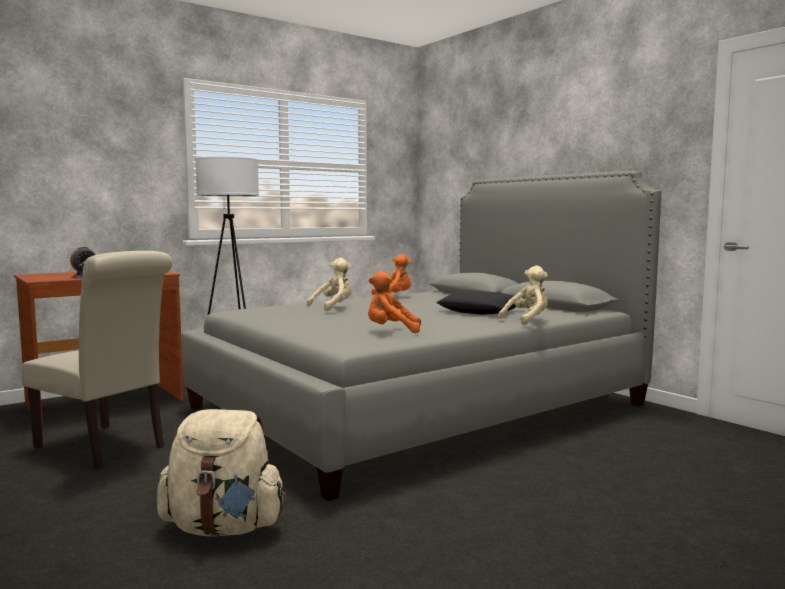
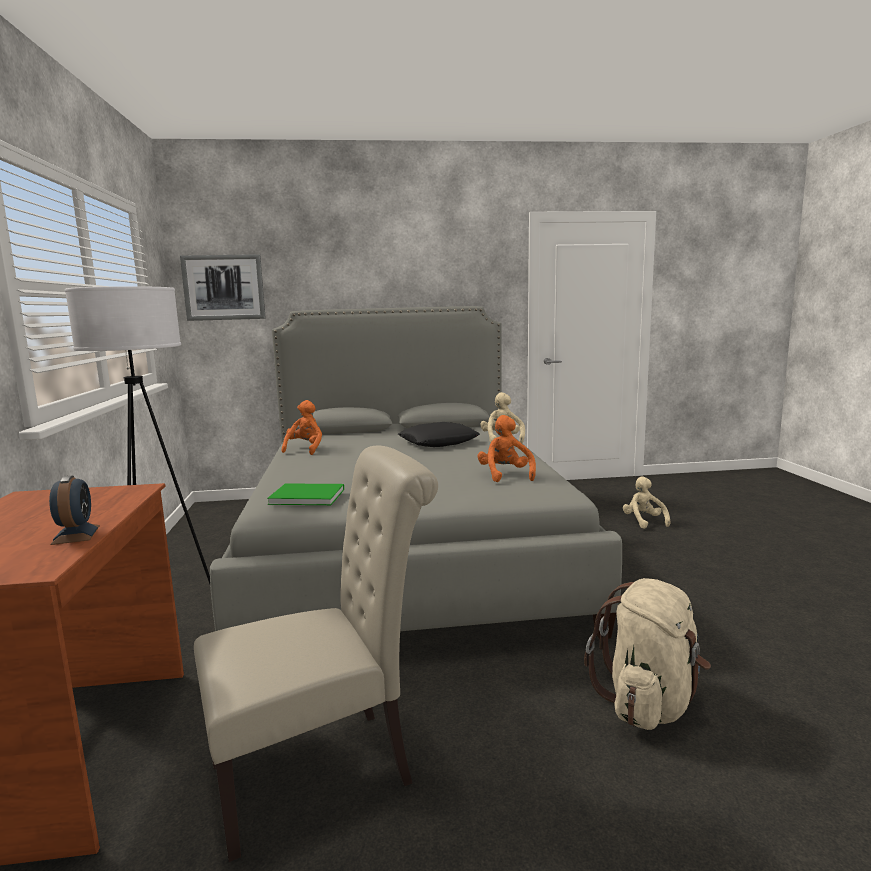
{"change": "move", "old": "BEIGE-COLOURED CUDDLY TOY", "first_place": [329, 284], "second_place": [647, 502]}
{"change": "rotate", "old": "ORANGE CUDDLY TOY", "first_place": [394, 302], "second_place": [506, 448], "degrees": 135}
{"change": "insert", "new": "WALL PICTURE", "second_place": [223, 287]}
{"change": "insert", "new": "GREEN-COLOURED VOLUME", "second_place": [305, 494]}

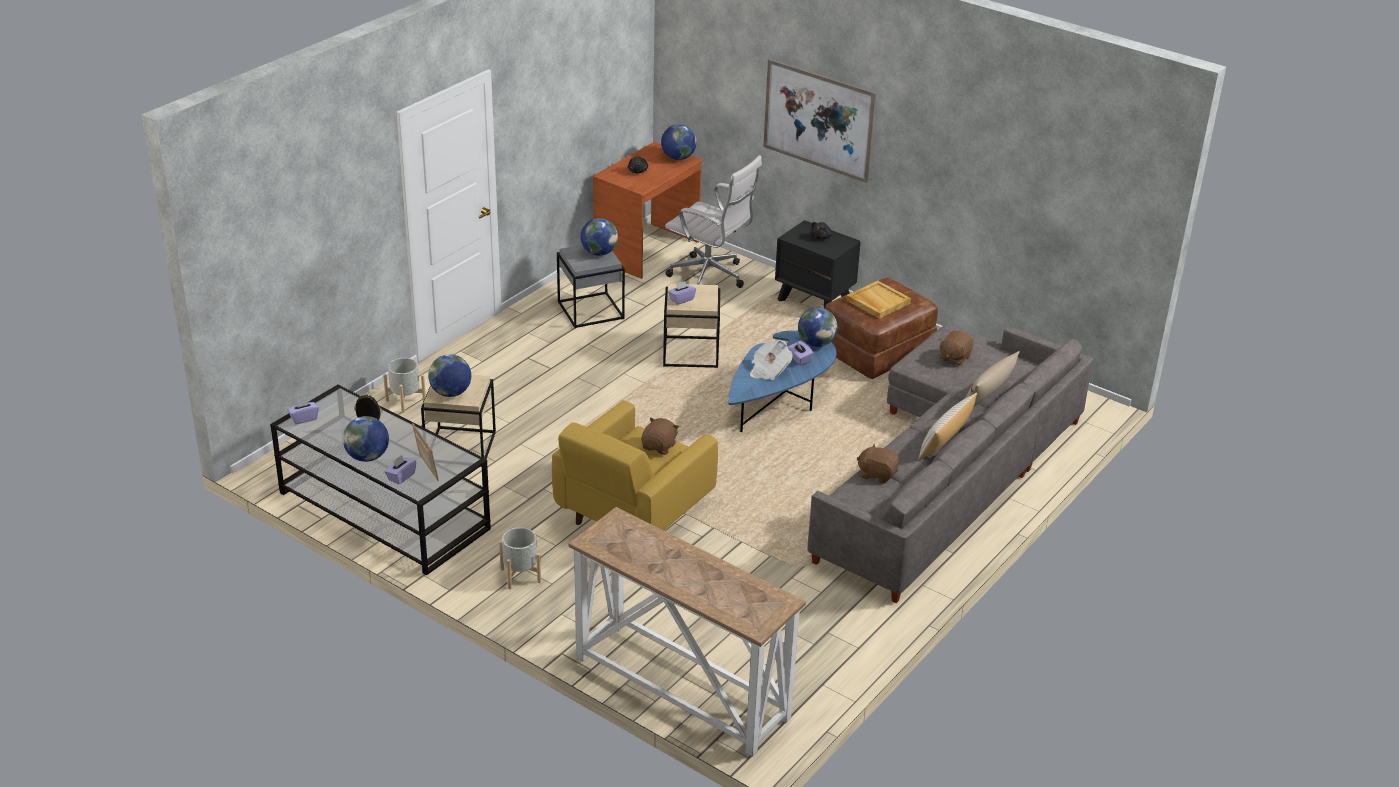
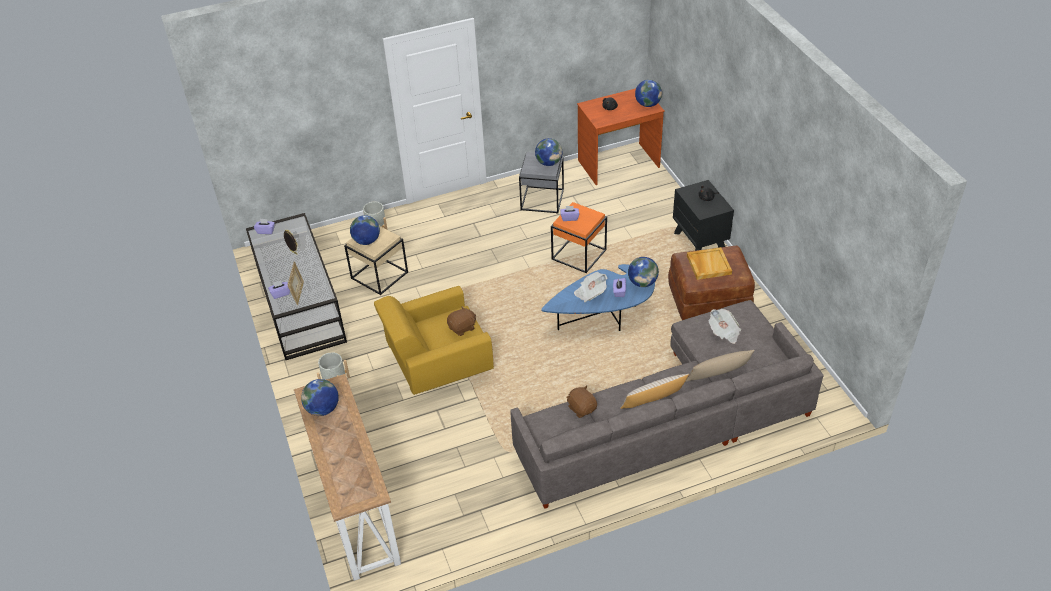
{"change": "delete", "old": "WALL PICTURE", "first_place": [820, 121]}
{"change": "delete", "old": "WHITE-COLOURED DESK CHAIR", "first_place": [713, 221]}
{"change": "recolor", "old": "BEIGE-COLOURED SIDE TABLE", "new": "ORANGE SIDE TABLE", "first_place": [691, 326], "second_place": [579, 237]}
{"change": "replace", "old": "BROWN-COLOURED CUDDLY TOY", "new": "DAILY PAPER", "first_place": [956, 348], "second_place": [725, 326]}
{"change": "move", "old": "GLOBE", "first_place": [366, 439], "second_place": [320, 397]}

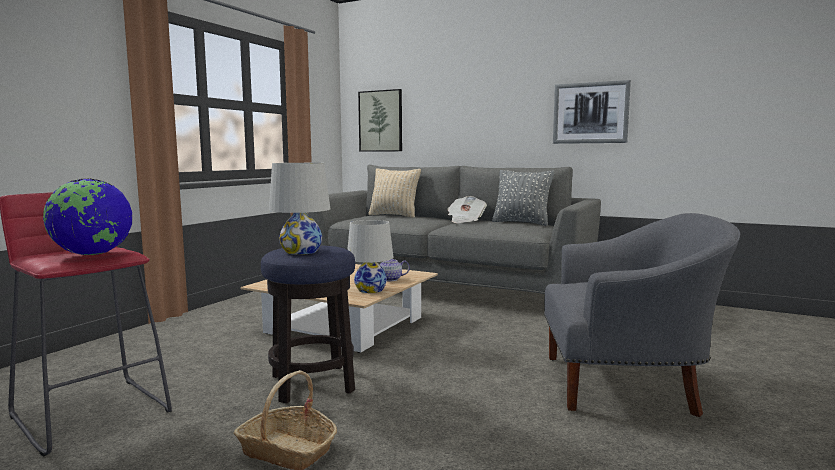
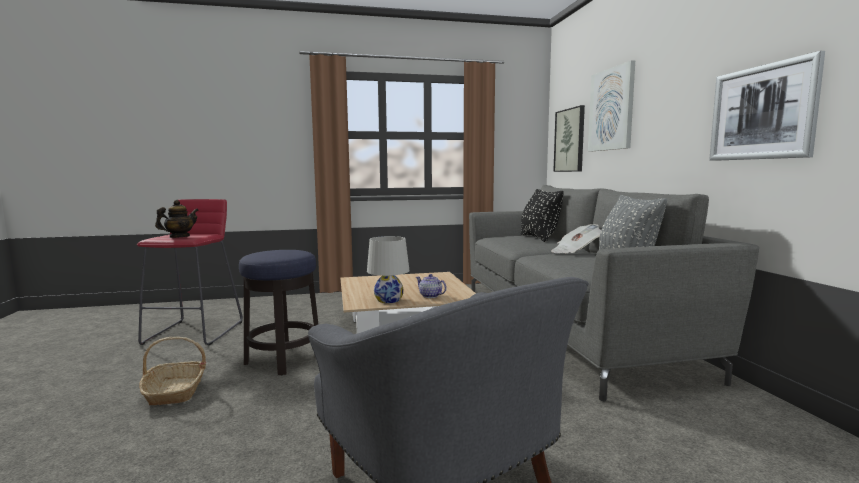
{"change": "delete", "old": "WHITE-COLOURED TABLE LAMP", "first_place": [299, 209]}
{"change": "recolor", "old": "BEIGE-COLOURED THROW PILLOW", "new": "BLACK-COLOURED THROW PILLOW", "first_place": [394, 193], "second_place": [542, 215]}
{"change": "replace", "old": "GLOBE", "new": "TEAPOT", "first_place": [88, 216], "second_place": [177, 219]}
{"change": "insert", "new": "WALL PICTURE", "second_place": [611, 106]}

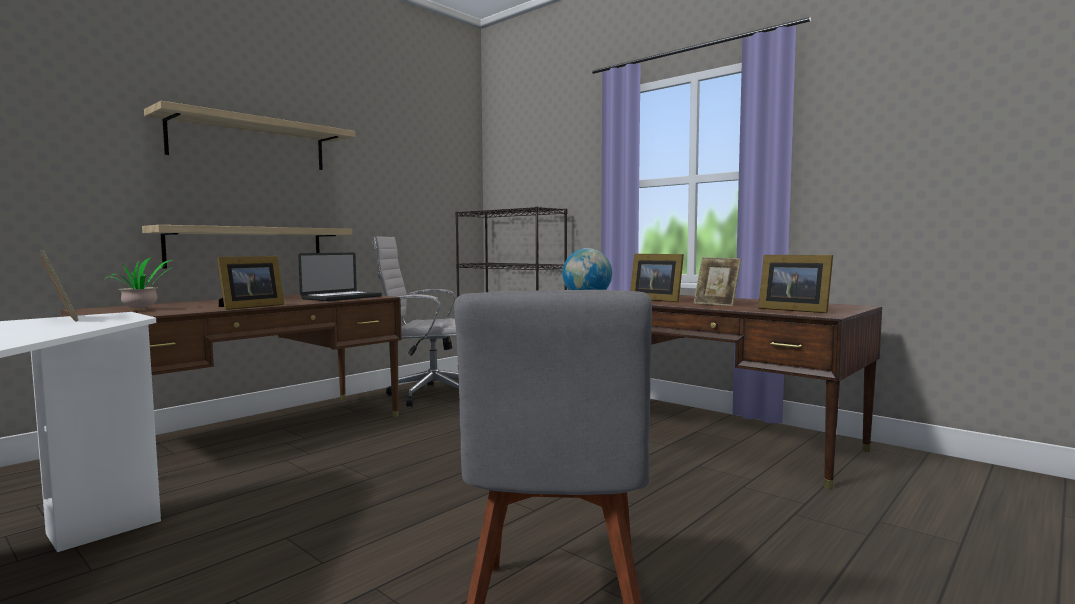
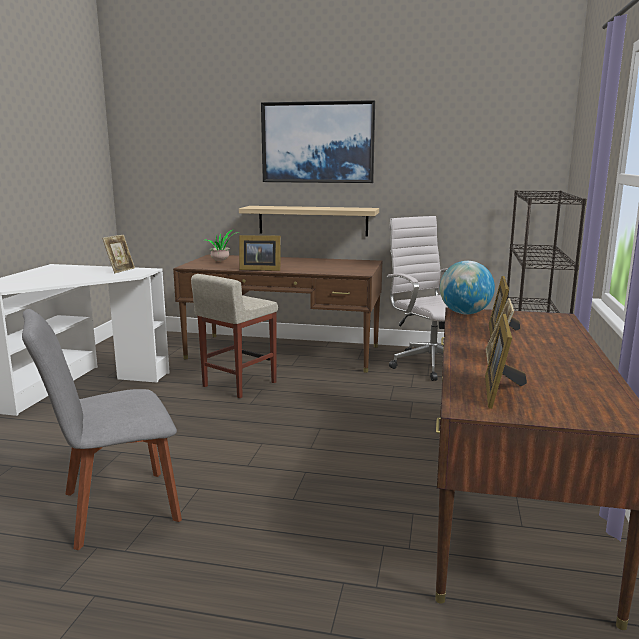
{"change": "replace", "old": "WALL SHELF", "new": "WALL PICTURE", "first_place": [249, 135], "second_place": [318, 141]}
{"change": "delete", "old": "NOTEBOOK COMPUTER", "first_place": [340, 277]}
{"change": "insert", "new": "BEIGE-COLOURED STOOL", "second_place": [234, 336]}

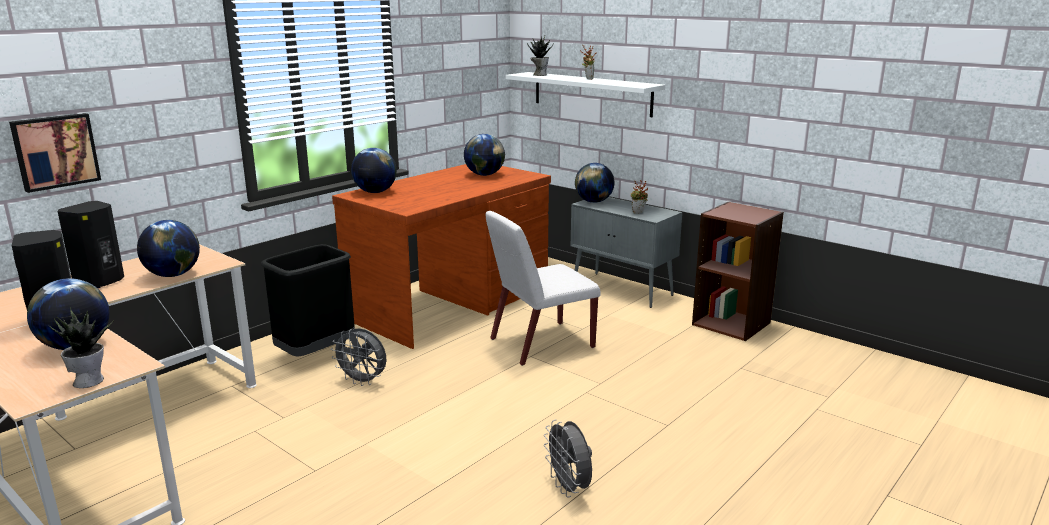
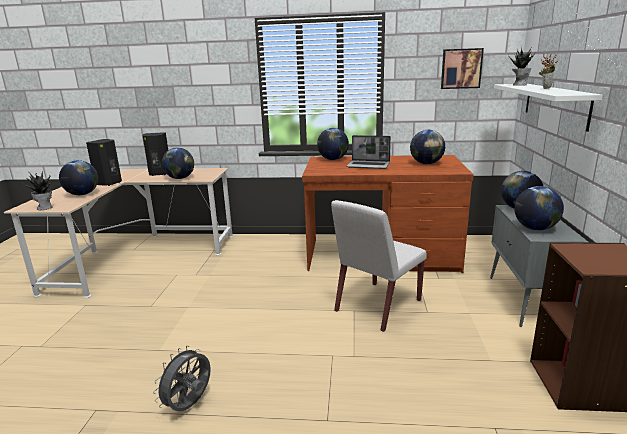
{"change": "move", "old": "WALL PICTURE", "first_place": [55, 153], "second_place": [462, 68]}
{"change": "replace", "old": "PLANT IN A POT", "new": "GLOBE", "first_place": [639, 197], "second_place": [539, 208]}
{"change": "rotate", "old": "WHITE-COLOURED UPRIGHT CHAIR", "first_place": [543, 288], "second_place": [379, 266], "degrees": -75}
{"change": "delete", "old": "BLACK-COLOURED WASTE BIN", "first_place": [308, 300]}
{"change": "delete", "old": "GRAY COOLING FAN", "first_place": [358, 357]}
{"change": "insert", "new": "NOTEBOOK COMPUTER", "second_place": [368, 152]}

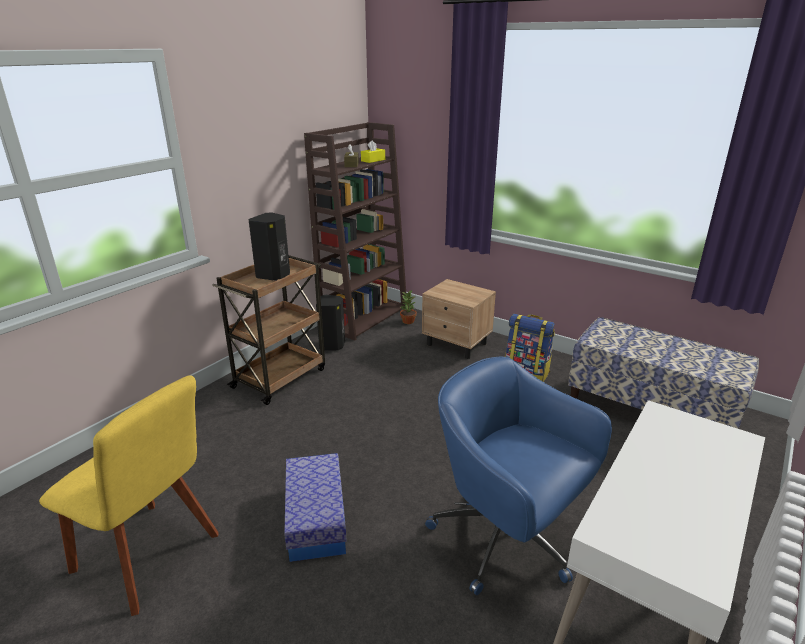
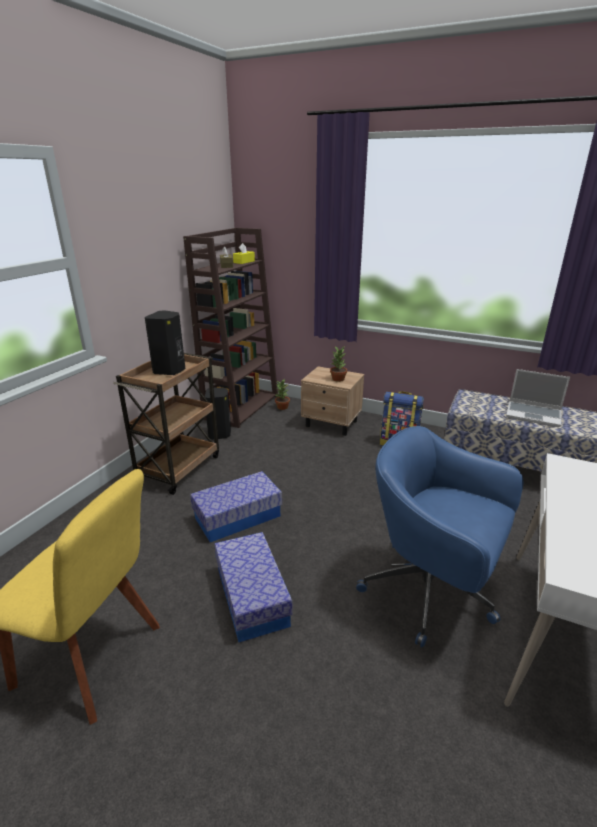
{"change": "insert", "new": "PLANT IN A POT", "second_place": [338, 364]}
{"change": "insert", "new": "NOTEBOOK COMPUTER", "second_place": [538, 398]}
{"change": "insert", "new": "STORAGE BIN", "second_place": [236, 506]}

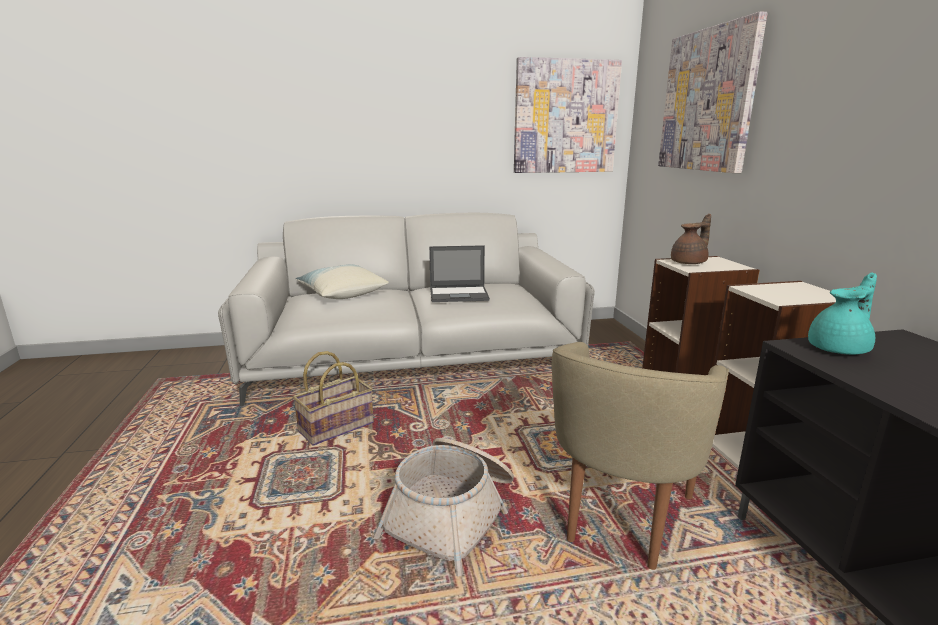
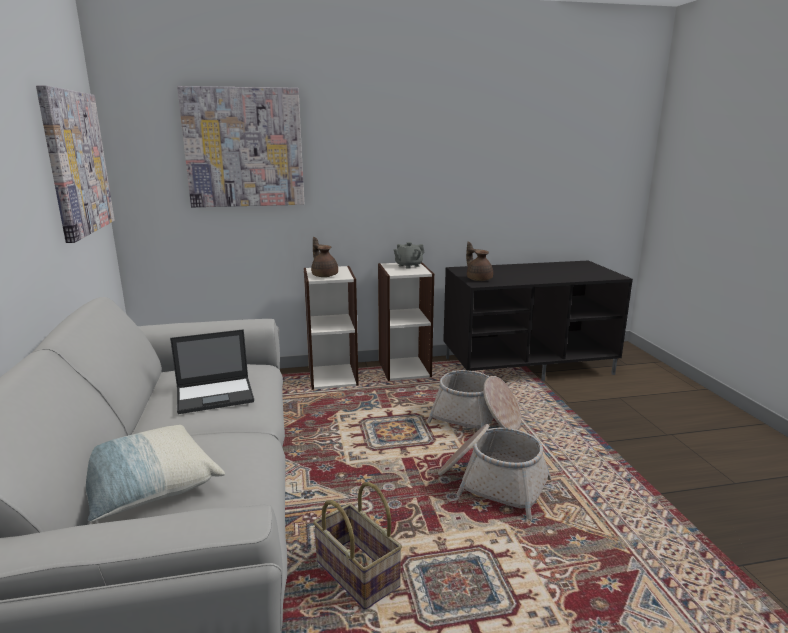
{"change": "rotate", "old": "NOTEBOOK COMPUTER", "first_place": [459, 273], "second_place": [212, 371], "degrees": 75}
{"change": "recolor", "old": "BLUE-GREEN TEAPOT", "new": "BROWN-COLOURED TEAPOT", "first_place": [842, 313], "second_place": [479, 261]}
{"change": "replace", "old": "BEIGE-COLOURED ARMCHAIR", "new": "STORAGE BASKET", "first_place": [640, 456], "second_place": [474, 400]}
{"change": "insert", "new": "GRAY TEAPOT", "second_place": [409, 255]}

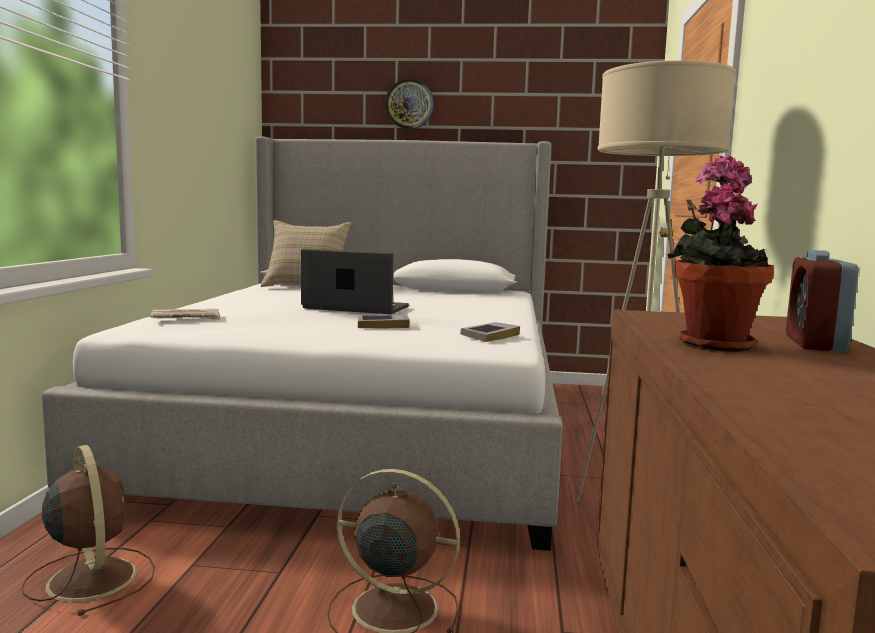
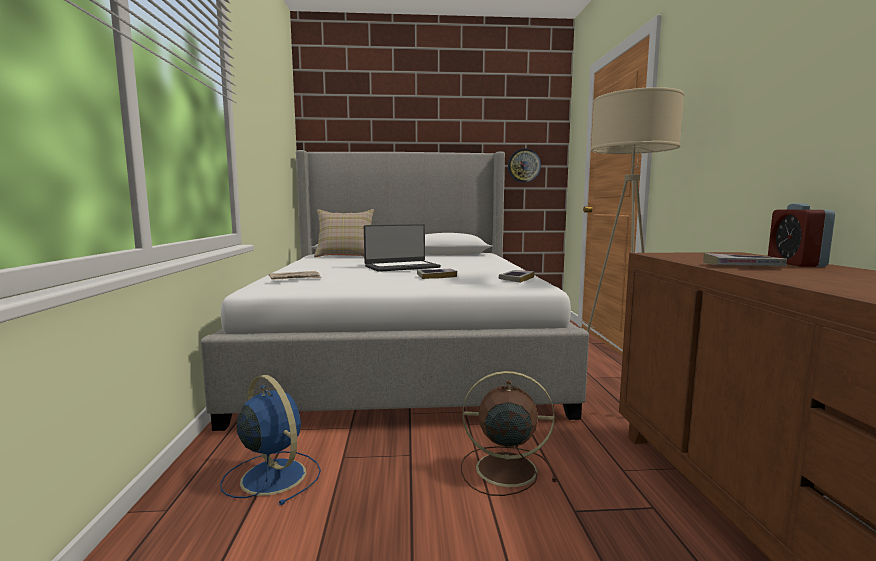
{"change": "move", "old": "CLOCK ON THE WALL", "first_place": [409, 104], "second_place": [524, 166]}
{"change": "replace", "old": "PLANT IN A POT", "new": "VOLUME", "first_place": [720, 253], "second_place": [745, 259]}
{"change": "rotate", "old": "NOTEBOOK COMPUTER", "first_place": [355, 281], "second_place": [402, 248], "degrees": 150}
{"change": "recolor", "old": "BROWN-COLOURED COOLING FAN", "new": "BLUE-COLOURED COOLING FAN", "first_place": [88, 530], "second_place": [270, 440]}

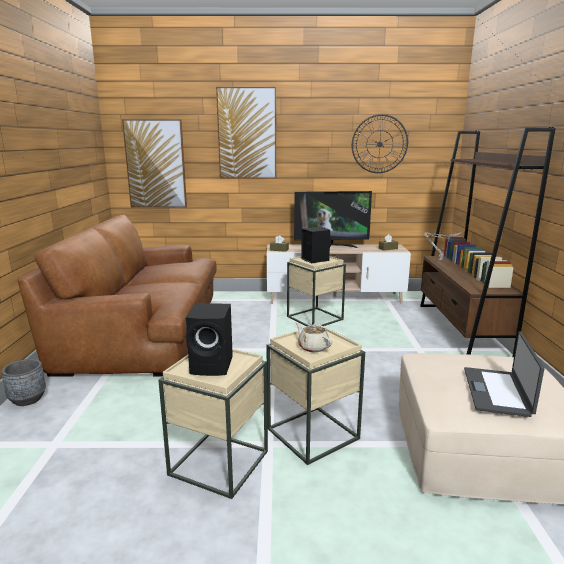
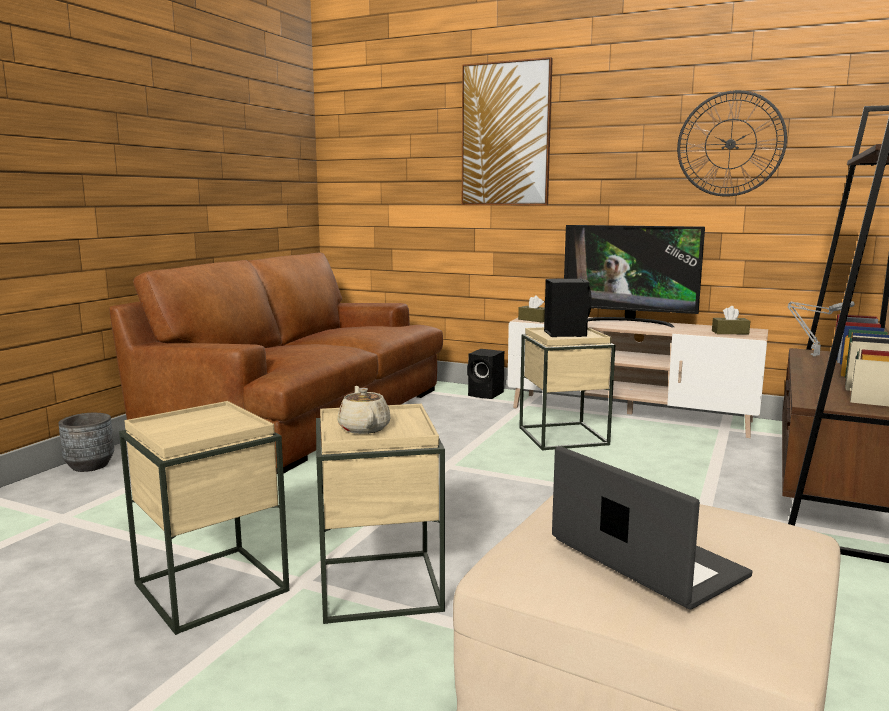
{"change": "delete", "old": "WALL PICTURE", "first_place": [154, 163]}
{"change": "move", "old": "BLACK-COLOURED SPEAKER", "first_place": [209, 339], "second_place": [485, 374]}
{"change": "rotate", "old": "NOTEBOOK COMPUTER", "first_place": [504, 374], "second_place": [652, 527], "degrees": 105}

